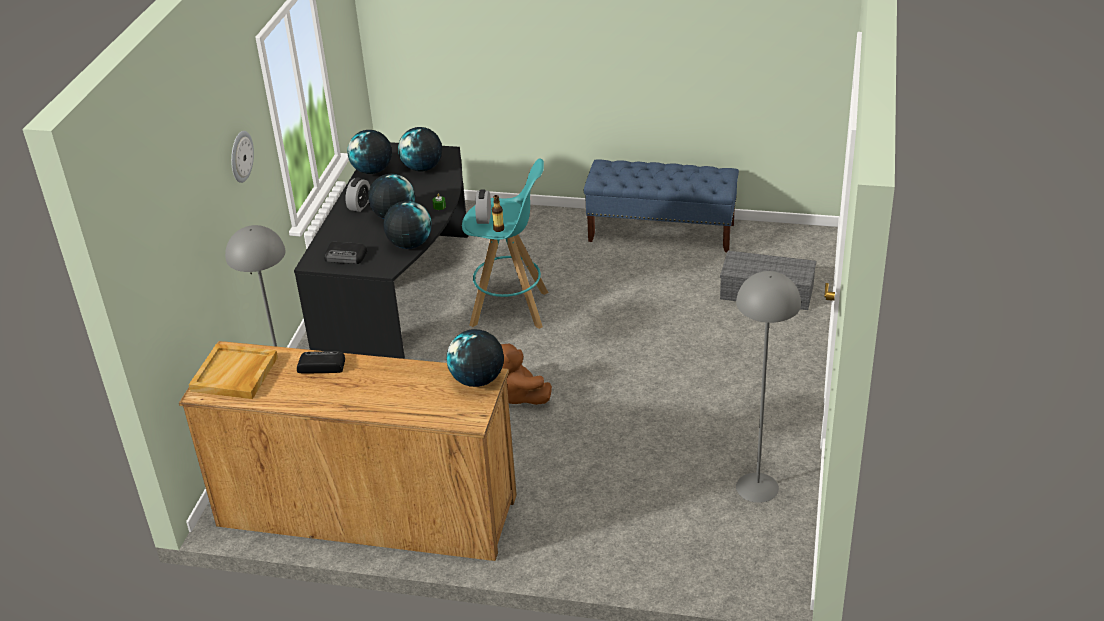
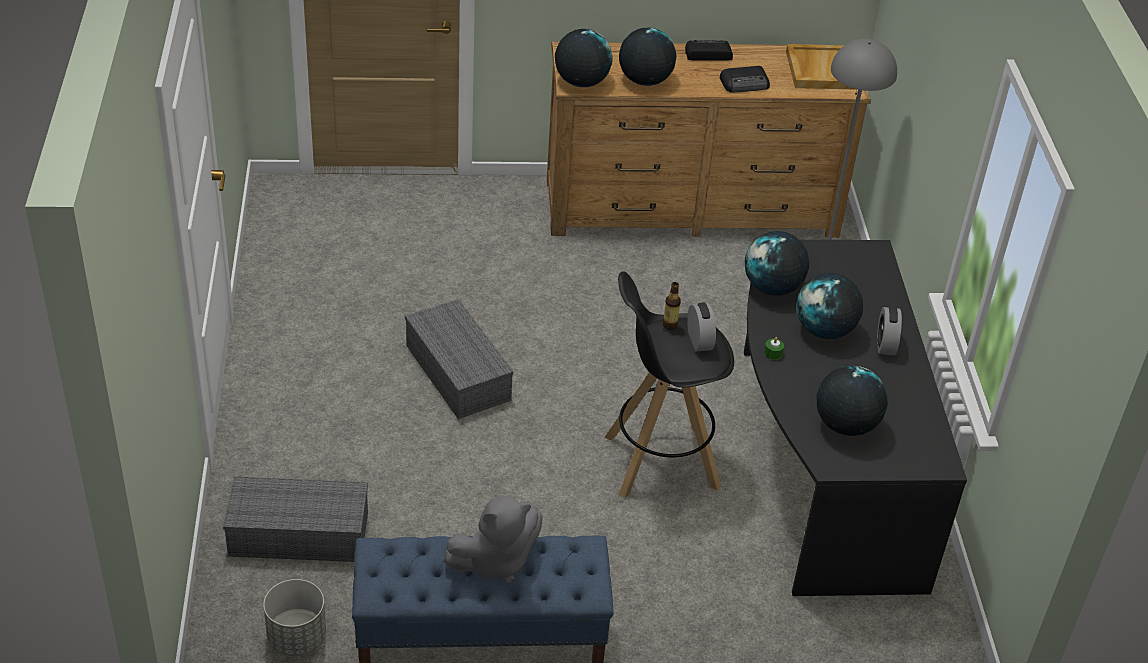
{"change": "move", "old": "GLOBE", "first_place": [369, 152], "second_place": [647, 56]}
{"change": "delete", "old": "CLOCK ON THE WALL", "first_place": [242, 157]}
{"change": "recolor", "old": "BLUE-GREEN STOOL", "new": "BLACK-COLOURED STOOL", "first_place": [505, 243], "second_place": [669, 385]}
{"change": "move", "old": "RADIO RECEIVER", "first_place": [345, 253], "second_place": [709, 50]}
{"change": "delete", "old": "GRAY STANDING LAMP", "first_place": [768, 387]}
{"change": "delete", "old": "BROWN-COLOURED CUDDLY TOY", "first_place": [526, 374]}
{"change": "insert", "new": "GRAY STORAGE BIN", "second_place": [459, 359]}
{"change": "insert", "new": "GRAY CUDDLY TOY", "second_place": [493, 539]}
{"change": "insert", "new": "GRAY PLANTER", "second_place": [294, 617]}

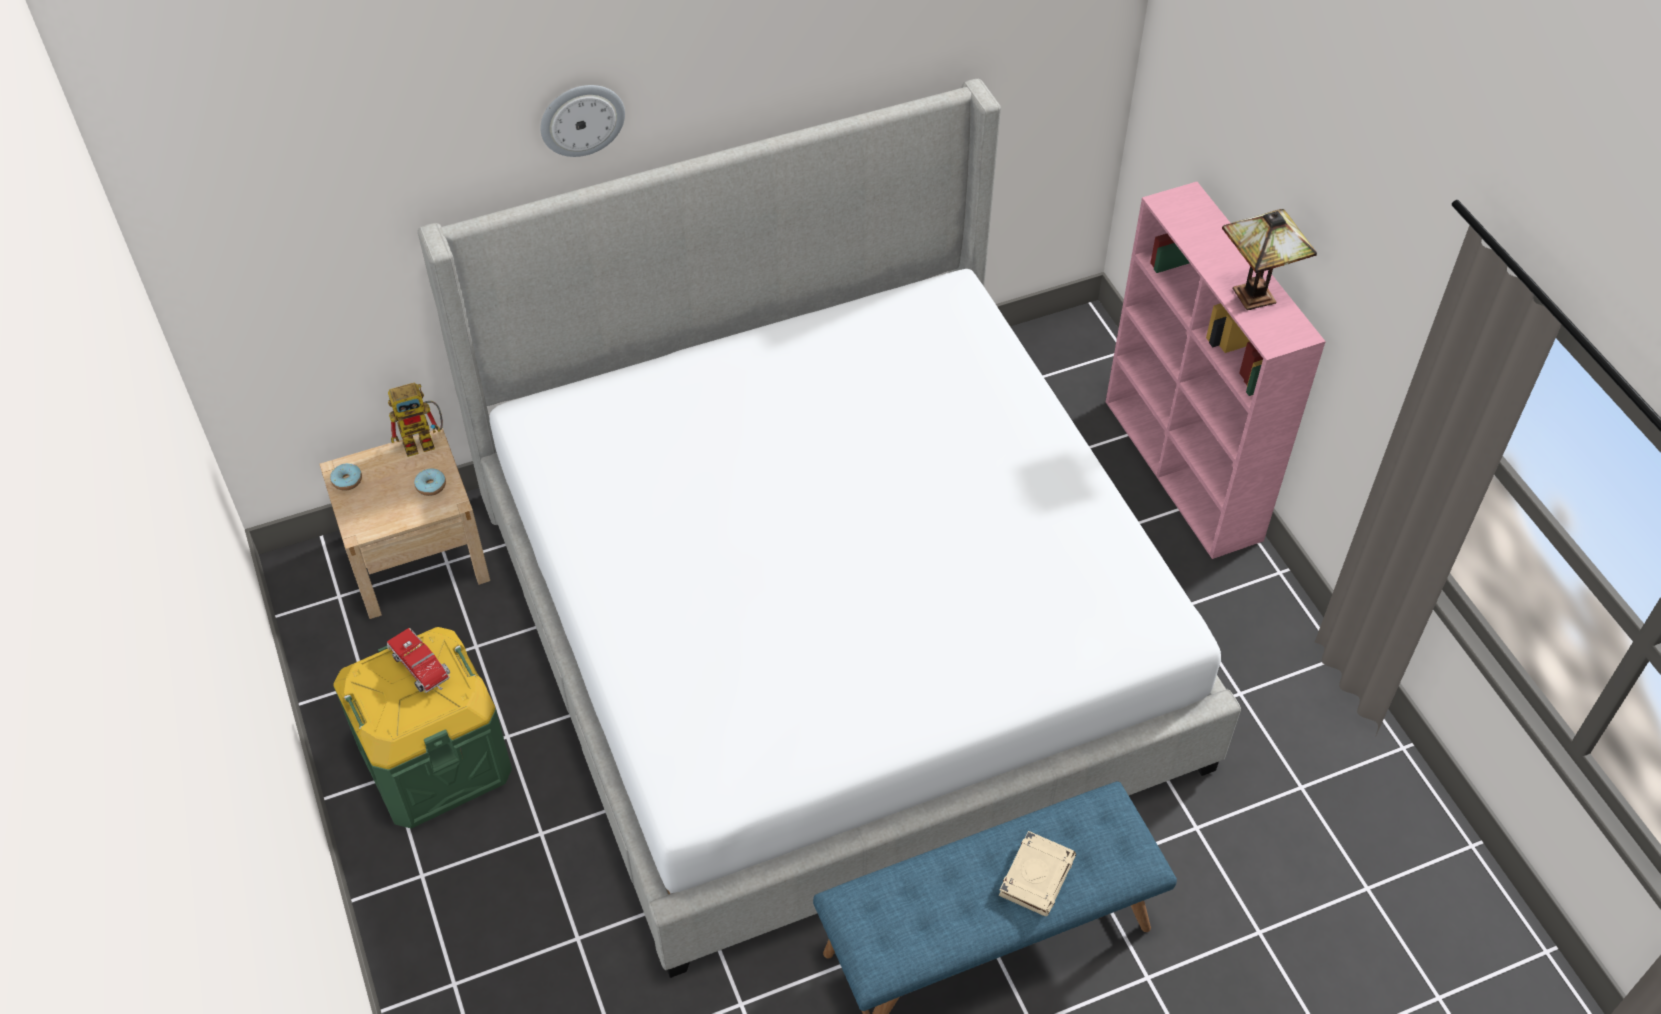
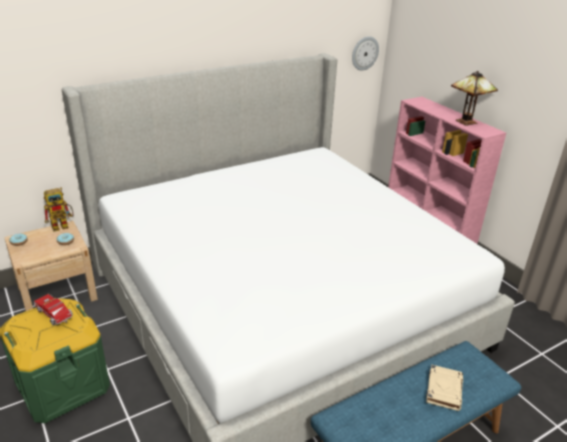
{"change": "move", "old": "CLOCK ON THE WALL", "first_place": [582, 121], "second_place": [365, 53]}

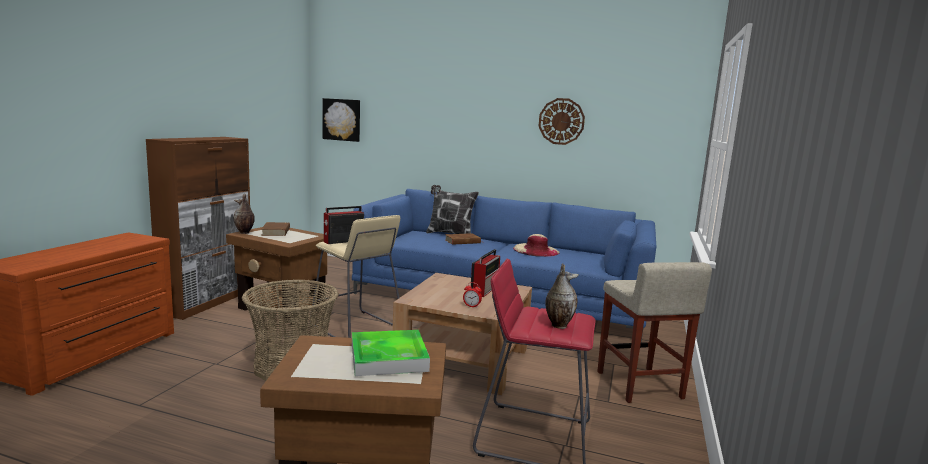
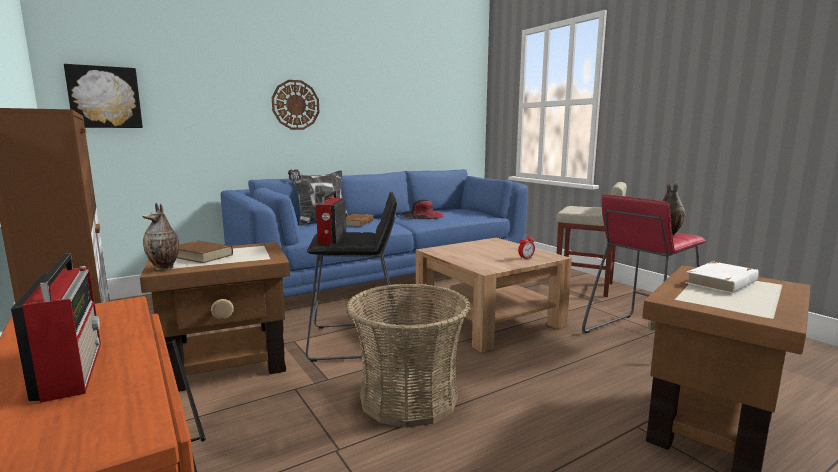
{"change": "move", "old": "CLOCK ON THE WALL", "first_place": [562, 121], "second_place": [295, 105]}
{"change": "recolor", "old": "BEIGE-COLOURED STOOL", "new": "BLACK-COLOURED STOOL", "first_place": [355, 276], "second_place": [354, 277]}
{"change": "recolor", "old": "BEIGE-COLOURED WEARABLE HAT", "new": "BLACK-COLOURED WEARABLE HAT", "first_place": [536, 245], "second_place": [423, 209]}
{"change": "move", "old": "RADIO RECEIVER", "first_place": [485, 273], "second_place": [56, 328]}
{"change": "replace", "old": "SERVING TRAY", "new": "WHITE-COLOURED VOLUME", "first_place": [391, 353], "second_place": [722, 277]}

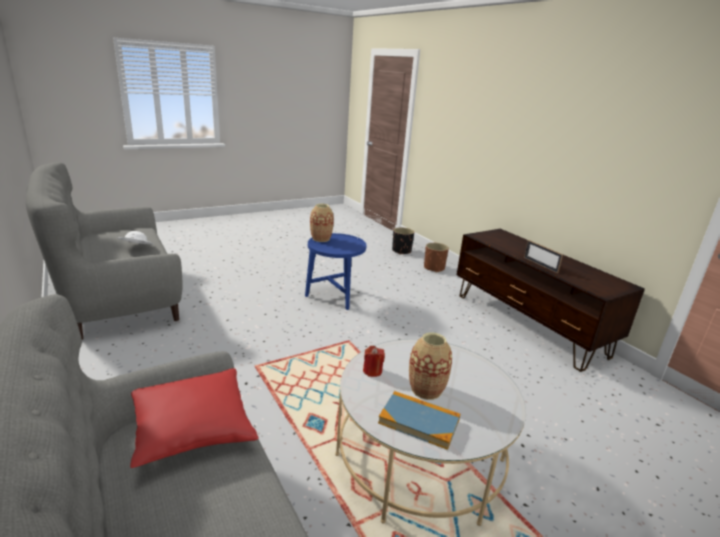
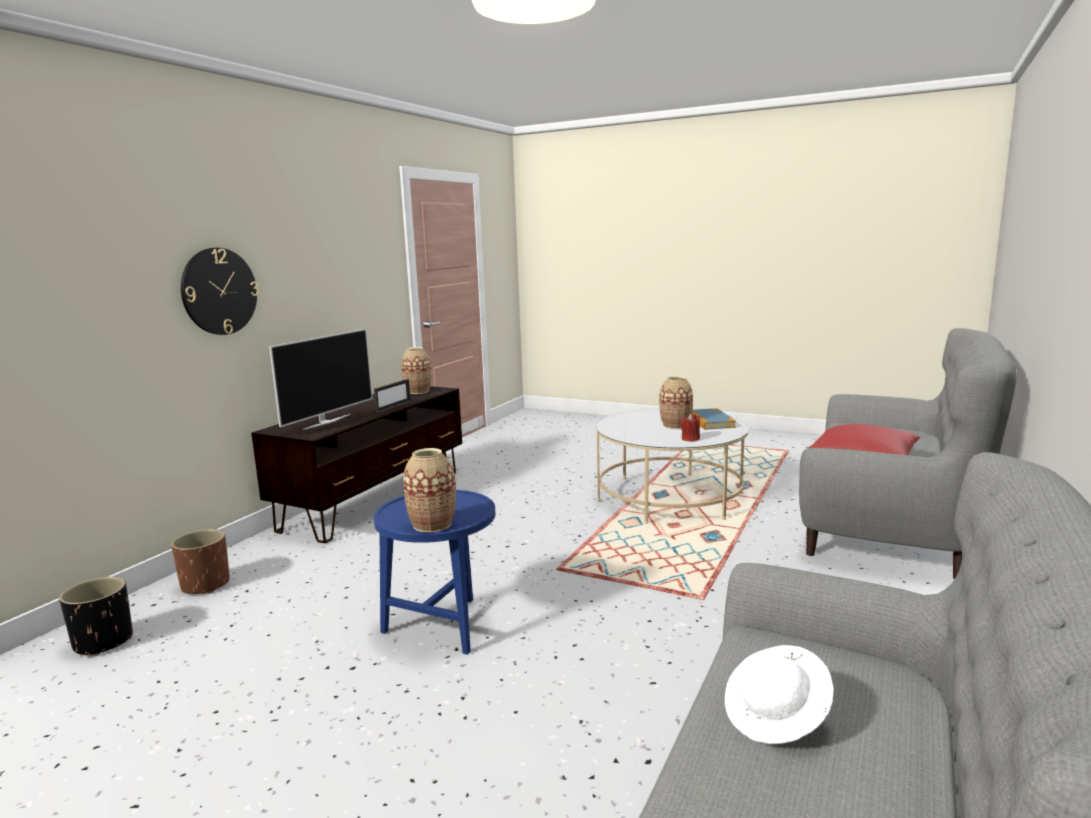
{"change": "insert", "new": "CLOCK ON THE WALL", "second_place": [220, 291]}
{"change": "insert", "new": "TELEVISION", "second_place": [321, 379]}
{"change": "insert", "new": "FLOWER VASE", "second_place": [416, 370]}

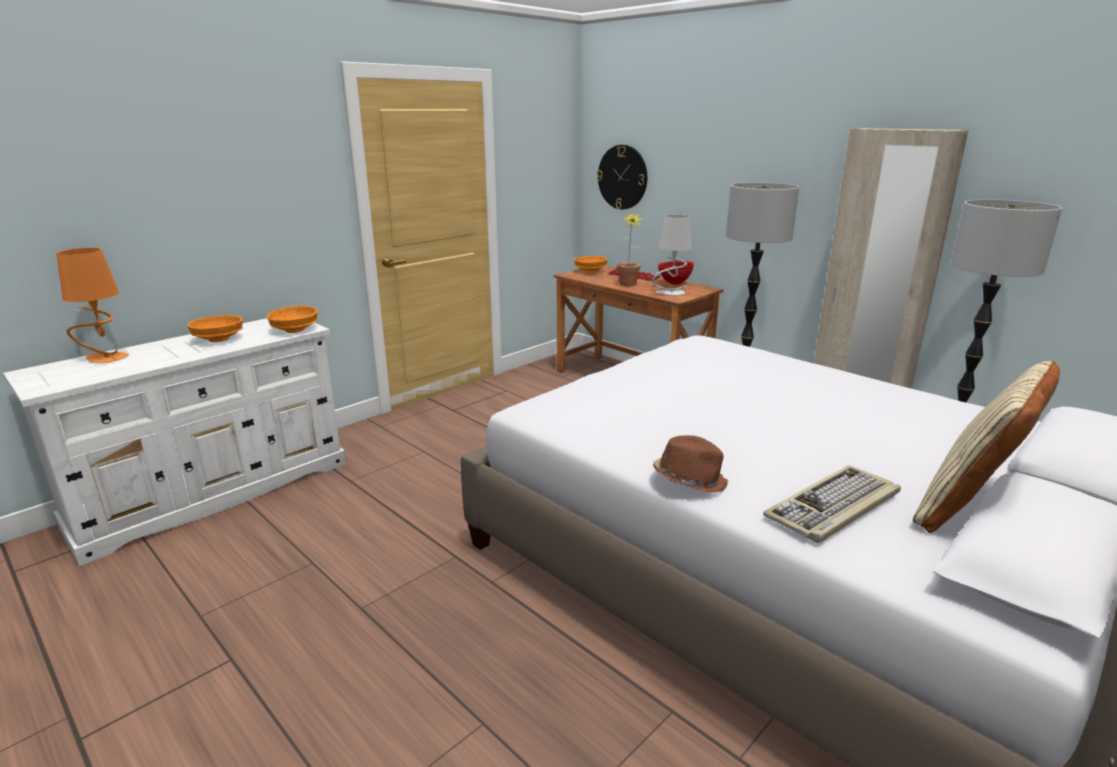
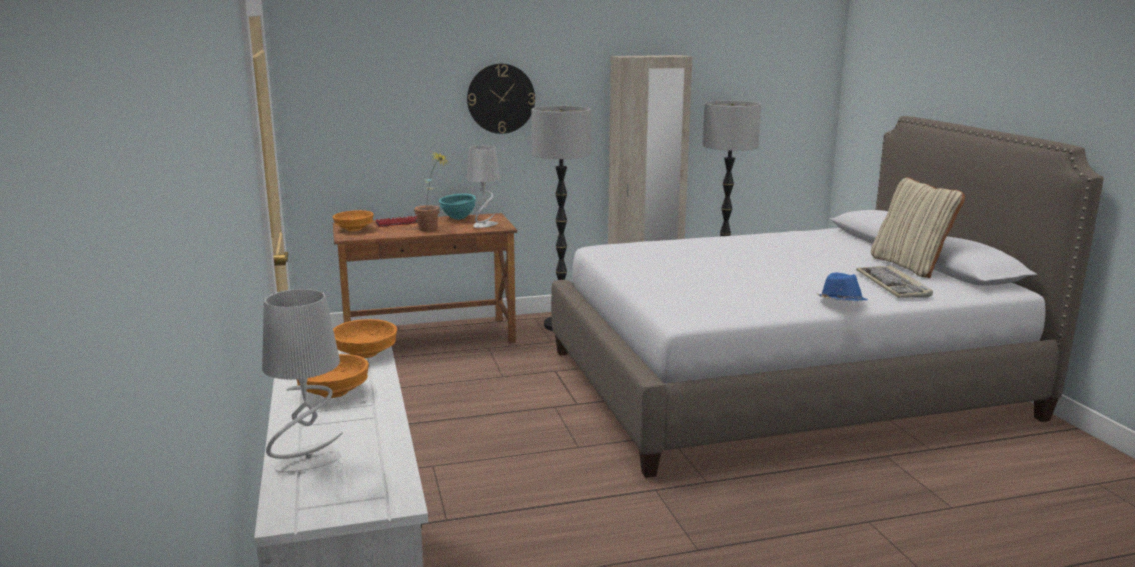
{"change": "move", "old": "CLOCK ON THE WALL", "first_place": [622, 177], "second_place": [501, 99]}
{"change": "recolor", "old": "ORANGE TABLE LAMP", "new": "GRAY TABLE LAMP", "first_place": [93, 305], "second_place": [302, 380]}
{"change": "recolor", "old": "RED BOWL", "new": "BLUE-GREEN BOWL", "first_place": [676, 273], "second_place": [457, 207]}
{"change": "recolor", "old": "BROWN-COLOURED WEARABLE HAT", "new": "BLUE-COLOURED WEARABLE HAT", "first_place": [690, 464], "second_place": [842, 287]}

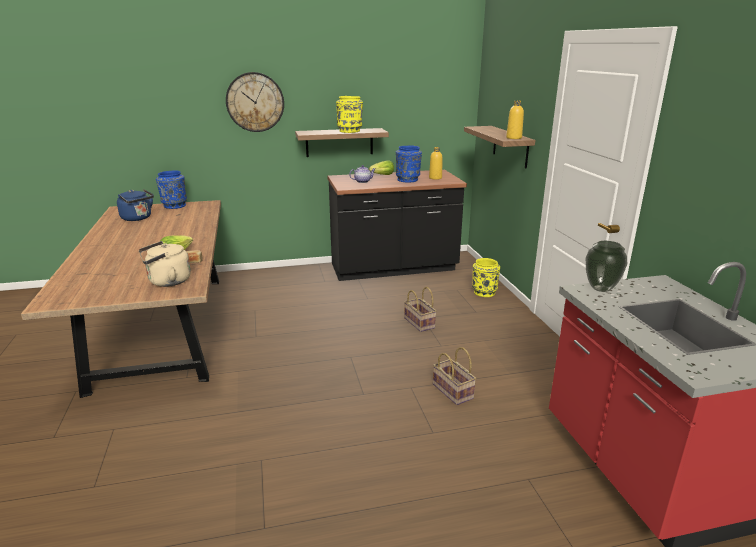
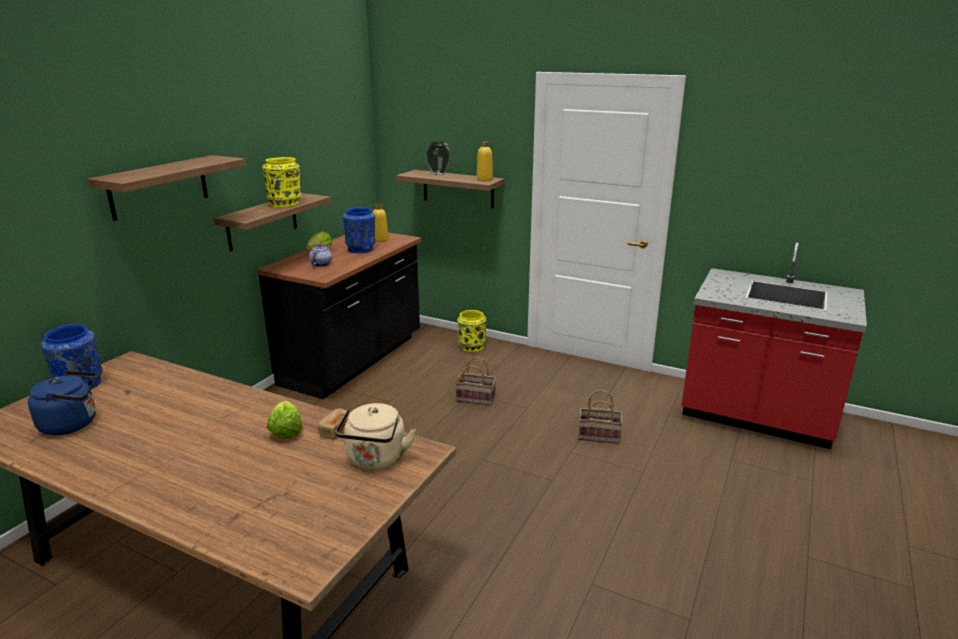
{"change": "replace", "old": "CLOCK ON THE WALL", "new": "WALL SHELF", "first_place": [255, 102], "second_place": [166, 188]}
{"change": "move", "old": "FLOWER VASE", "first_place": [606, 266], "second_place": [437, 158]}

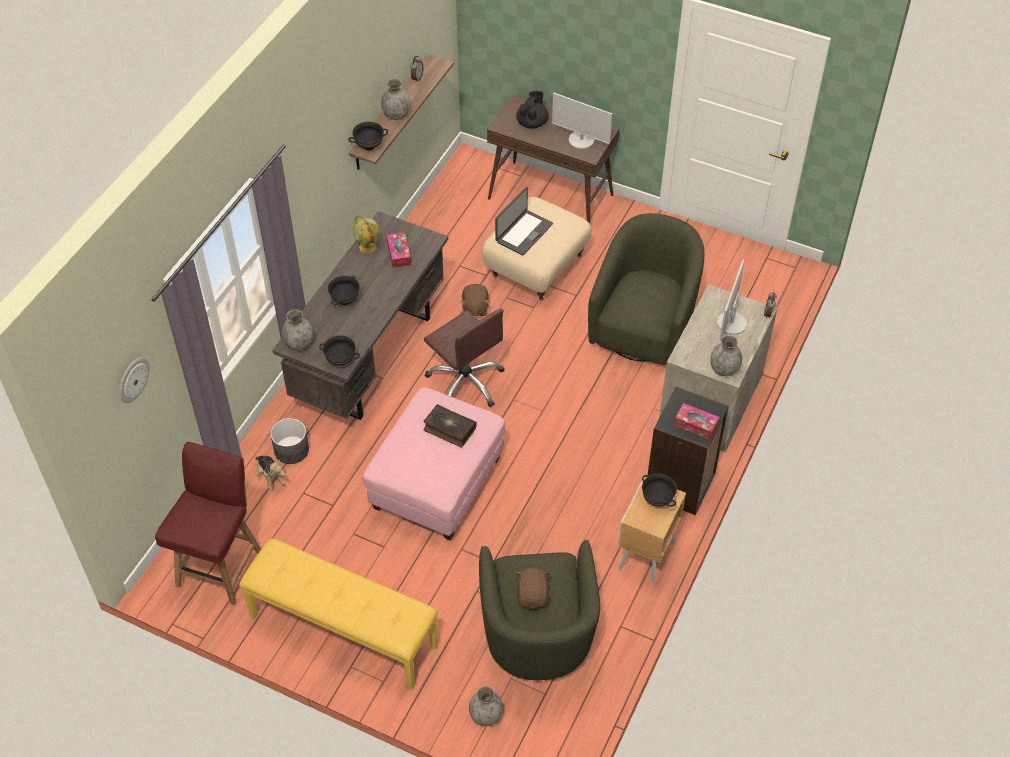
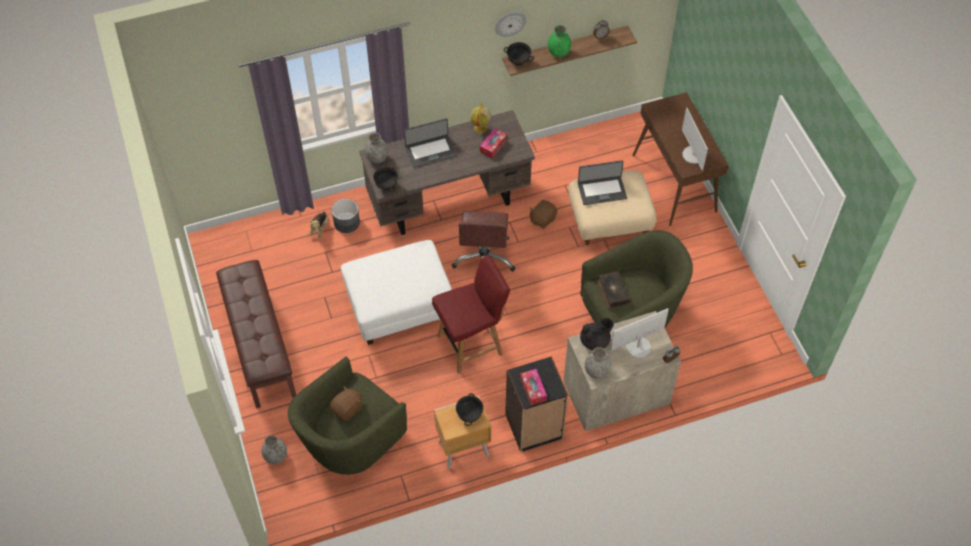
{"change": "recolor", "old": "GRAY FLOWER VASE", "new": "GREEN-COLOURED FLOWER VASE", "first_place": [395, 99], "second_place": [559, 41]}
{"change": "move", "old": "BLACK-COLOURED TEAPOT", "first_place": [532, 110], "second_place": [597, 334]}
{"change": "replace", "old": "BLACK-COLOURED BOWL", "new": "NOTEBOOK COMPUTER", "first_place": [344, 290], "second_place": [430, 143]}
{"change": "move", "old": "CLOCK ON THE WALL", "first_place": [134, 380], "second_place": [511, 24]}
{"change": "recolor", "old": "PINK-COLOURED POUFFE", "new": "WHITE-COLOURED POUFFE", "first_place": [434, 464], "second_place": [396, 292]}
{"change": "move", "old": "VOLUME", "first_place": [450, 425], "second_place": [613, 290]}
{"change": "move", "old": "RED UPRIGHT CHAIR", "first_place": [208, 523], "second_place": [471, 314]}
{"change": "recolor", "old": "YELLOWISH LONG SEAT", "new": "BROWN-COLOURED LONG SEAT", "first_place": [338, 614], "second_place": [256, 334]}

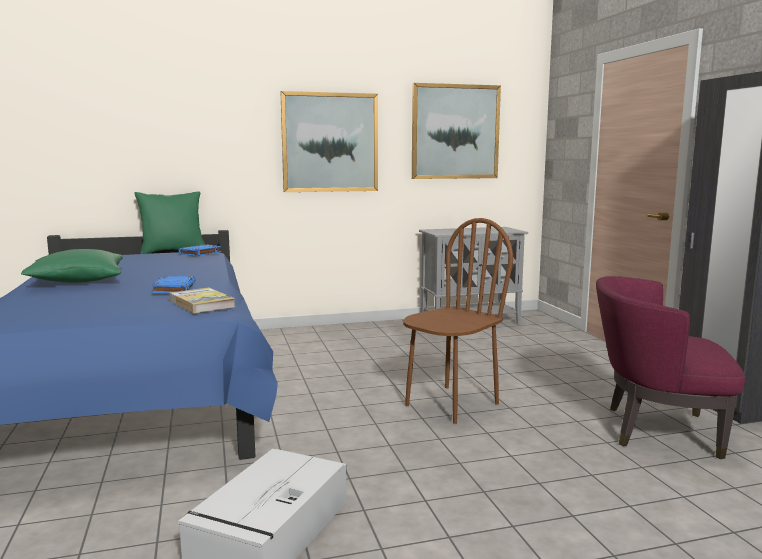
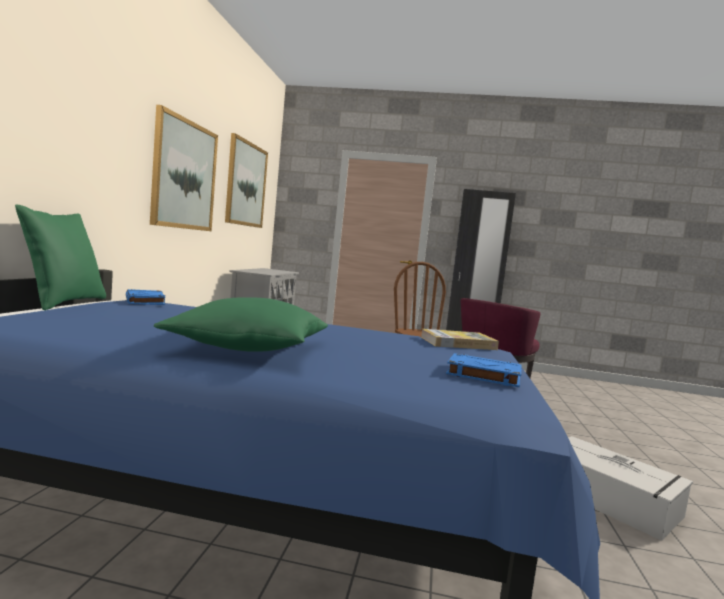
{"change": "move", "old": "BLUE-COLOURED VOLUME", "first_place": [173, 285], "second_place": [483, 370]}

